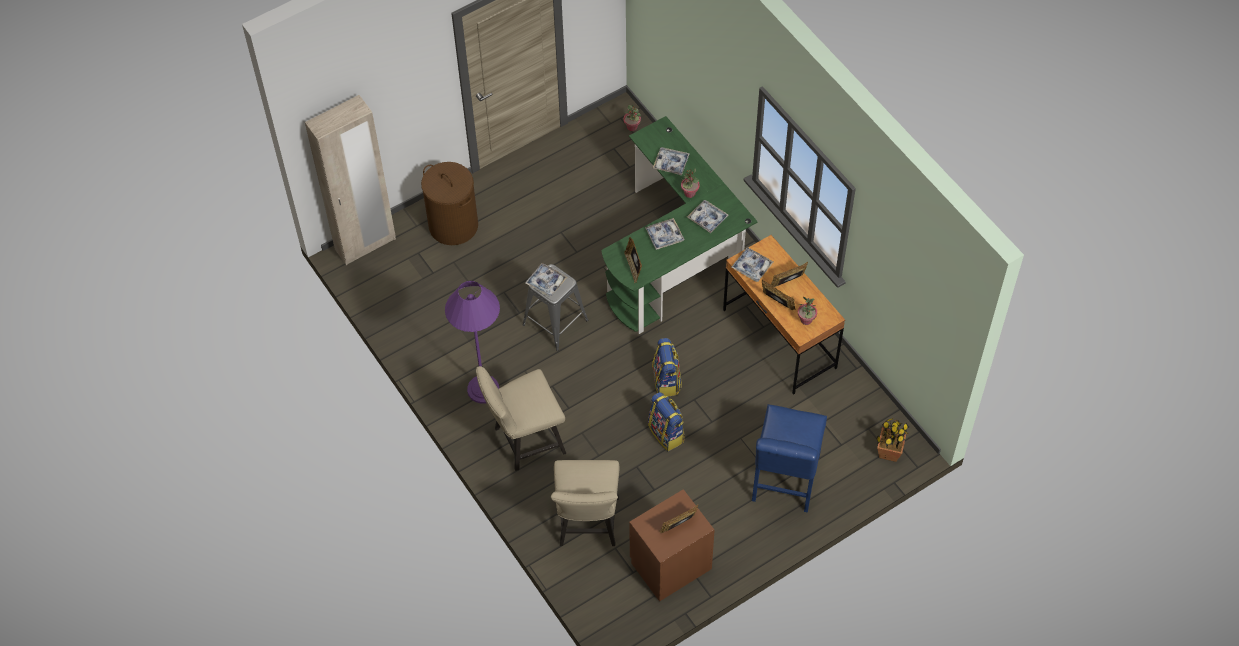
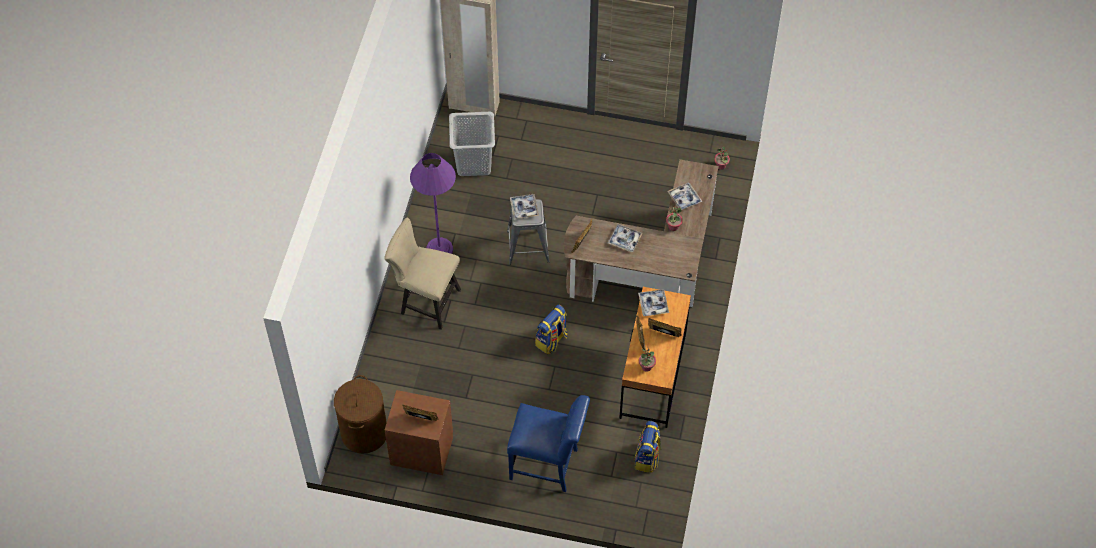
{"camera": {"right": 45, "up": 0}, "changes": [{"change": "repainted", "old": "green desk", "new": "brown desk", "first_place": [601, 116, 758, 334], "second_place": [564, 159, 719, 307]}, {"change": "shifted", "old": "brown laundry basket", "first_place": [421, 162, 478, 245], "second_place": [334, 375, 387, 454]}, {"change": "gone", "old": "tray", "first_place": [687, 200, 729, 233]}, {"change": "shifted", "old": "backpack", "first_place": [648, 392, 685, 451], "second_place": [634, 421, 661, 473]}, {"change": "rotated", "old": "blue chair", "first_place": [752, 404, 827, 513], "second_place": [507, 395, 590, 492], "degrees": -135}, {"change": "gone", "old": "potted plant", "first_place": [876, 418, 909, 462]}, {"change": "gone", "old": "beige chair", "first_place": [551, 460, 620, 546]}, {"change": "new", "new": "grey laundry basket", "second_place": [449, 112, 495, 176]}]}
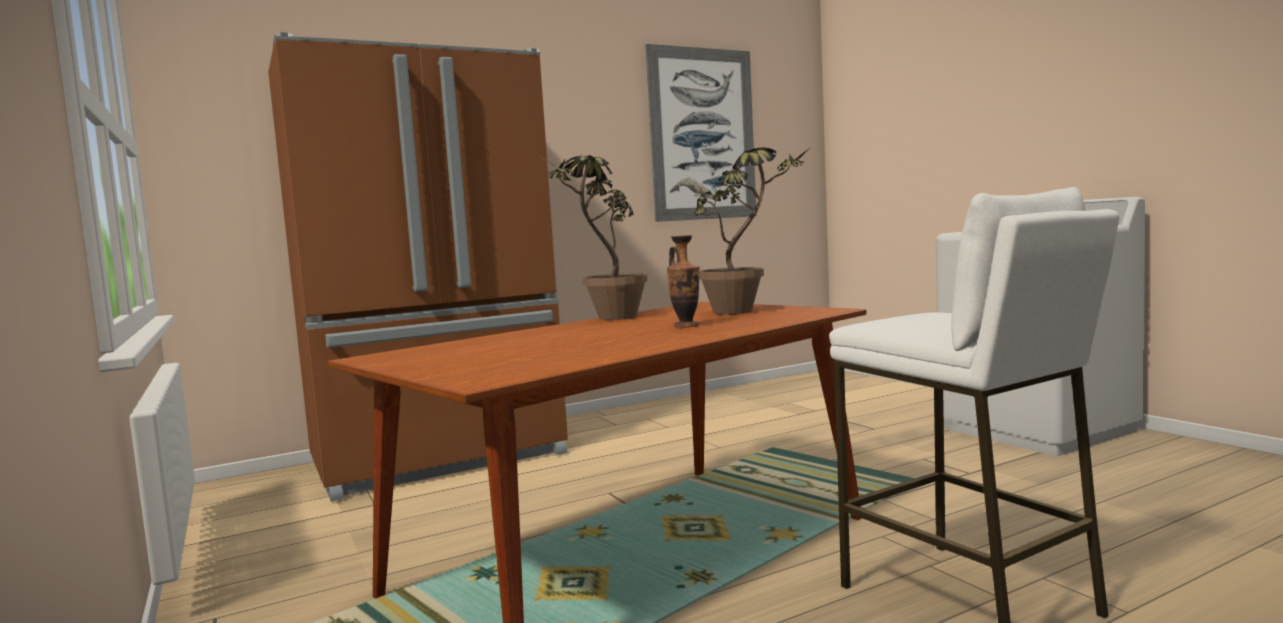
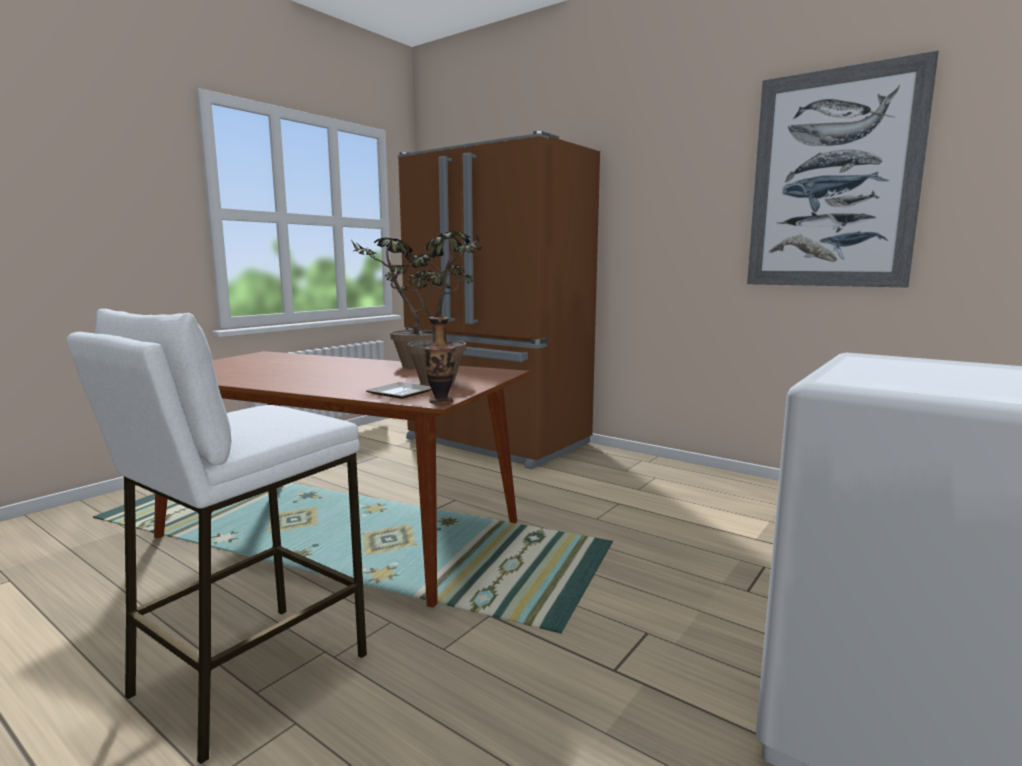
{"camera": {"right": 65, "up": 5}, "changes": [{"change": "shifted", "old": "vase", "first_place": [667, 235, 700, 328], "second_place": [424, 317, 456, 405]}, {"change": "new", "new": "plate", "second_place": [365, 382, 432, 399]}]}
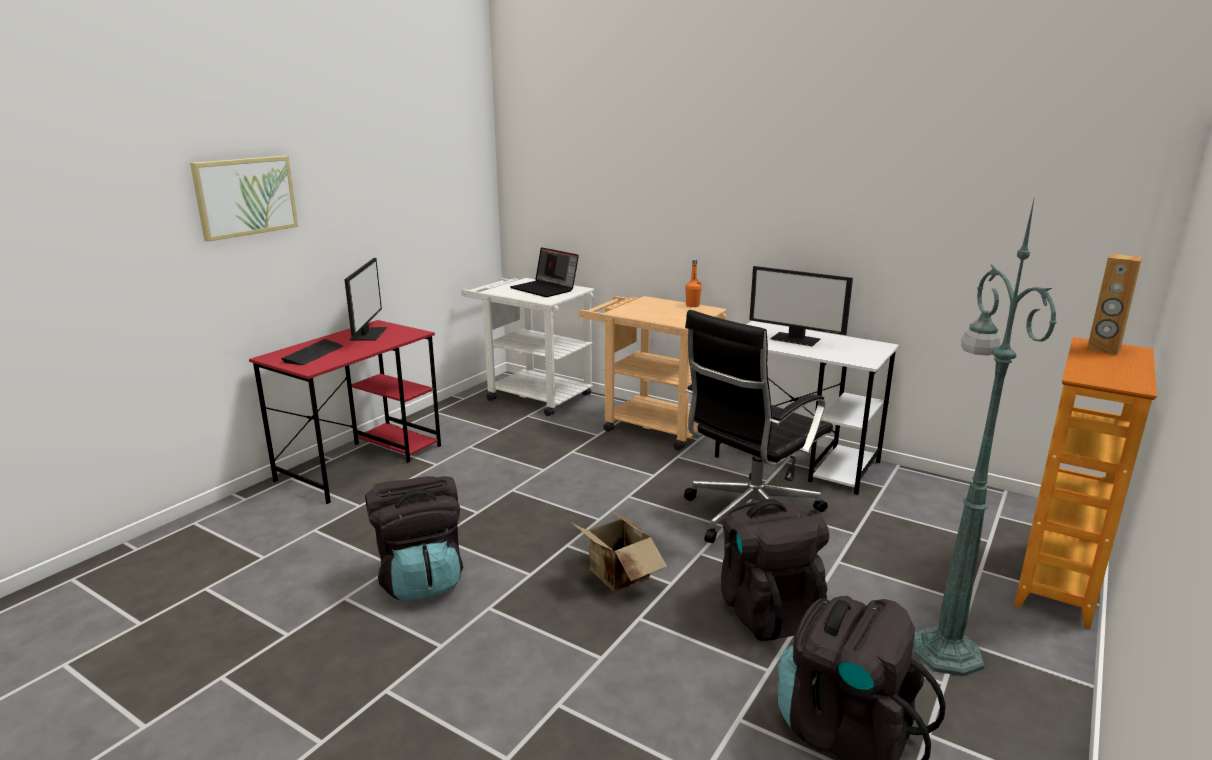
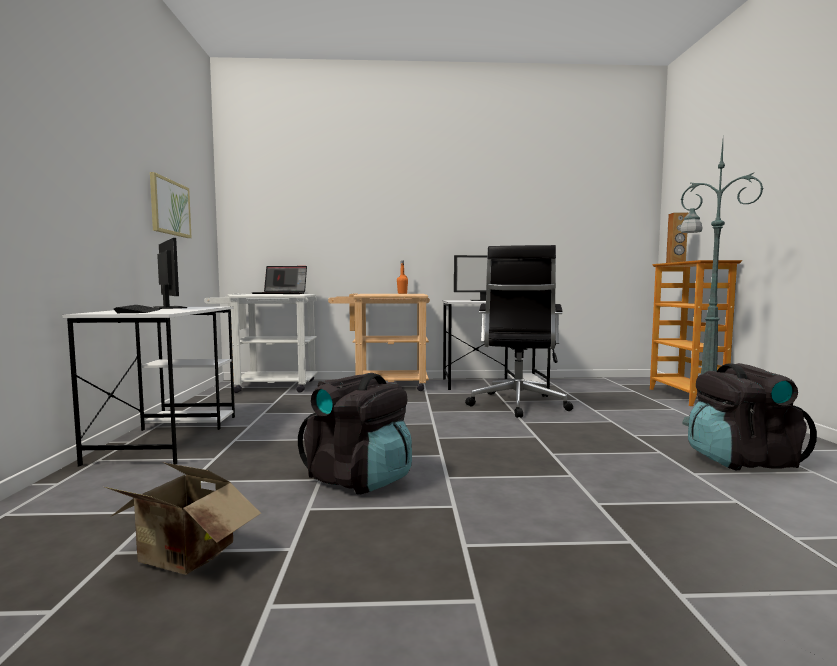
{"camera": {"right": -35, "up": -15}, "changes": [{"change": "shifted", "old": "picture", "first_place": [190, 156, 298, 242], "second_place": [150, 172, 191, 238]}, {"change": "repainted", "old": "red desk", "new": "white desk", "first_place": [249, 320, 441, 504], "second_place": [62, 306, 235, 466]}, {"change": "gone", "old": "black backpack", "first_place": [721, 499, 829, 641]}, {"change": "shifted", "old": "cardboard box", "first_place": [572, 509, 667, 591], "second_place": [105, 462, 261, 575]}]}
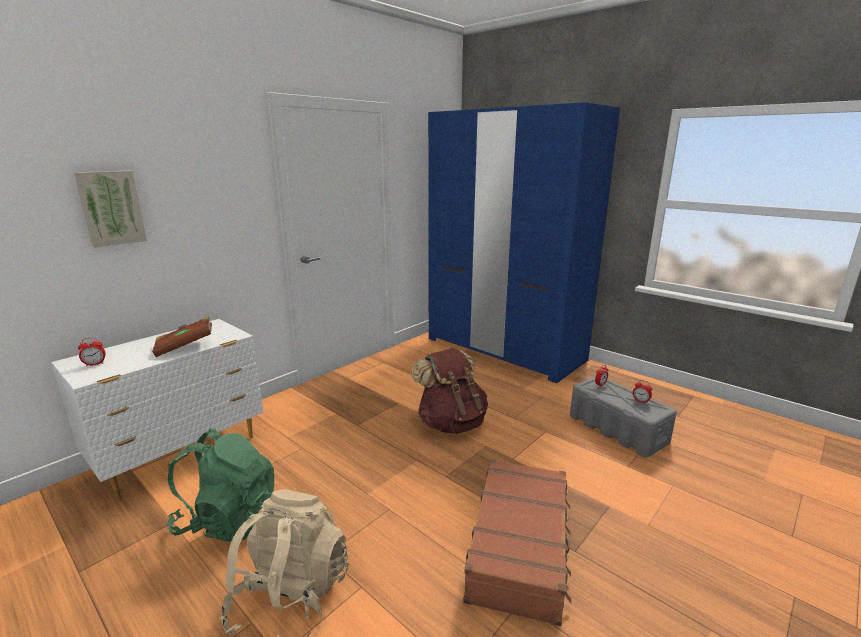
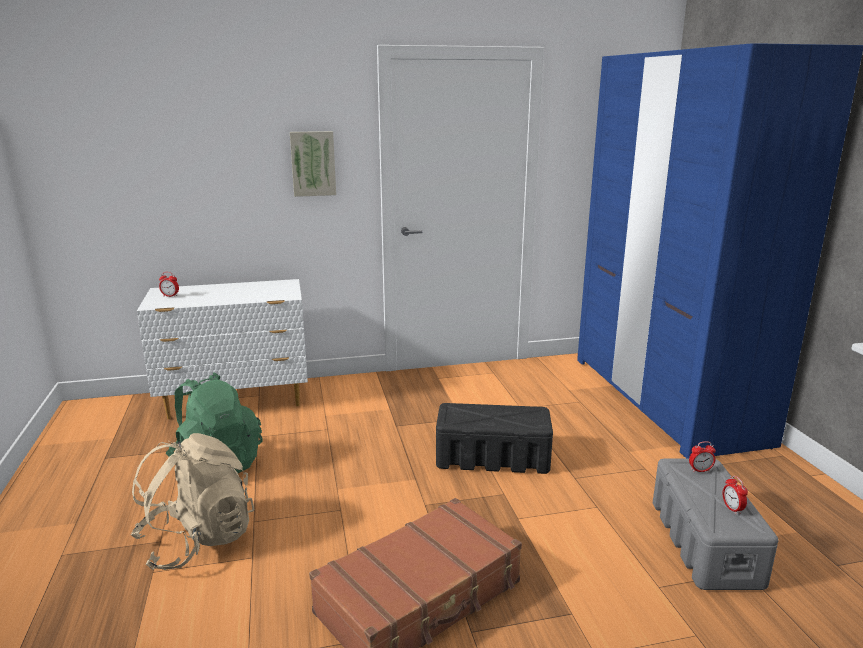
{"camera": {"right": 35, "up": 0}, "changes": [{"change": "shifted", "old": "picture", "first_place": [74, 171, 147, 248], "second_place": [290, 131, 336, 197]}, {"change": "gone", "old": "brown book", "first_place": [152, 316, 212, 357]}, {"change": "swapped", "old": "brown backpack", "new": "black storage box", "first_place": [411, 348, 488, 434], "second_place": [436, 403, 553, 474]}]}
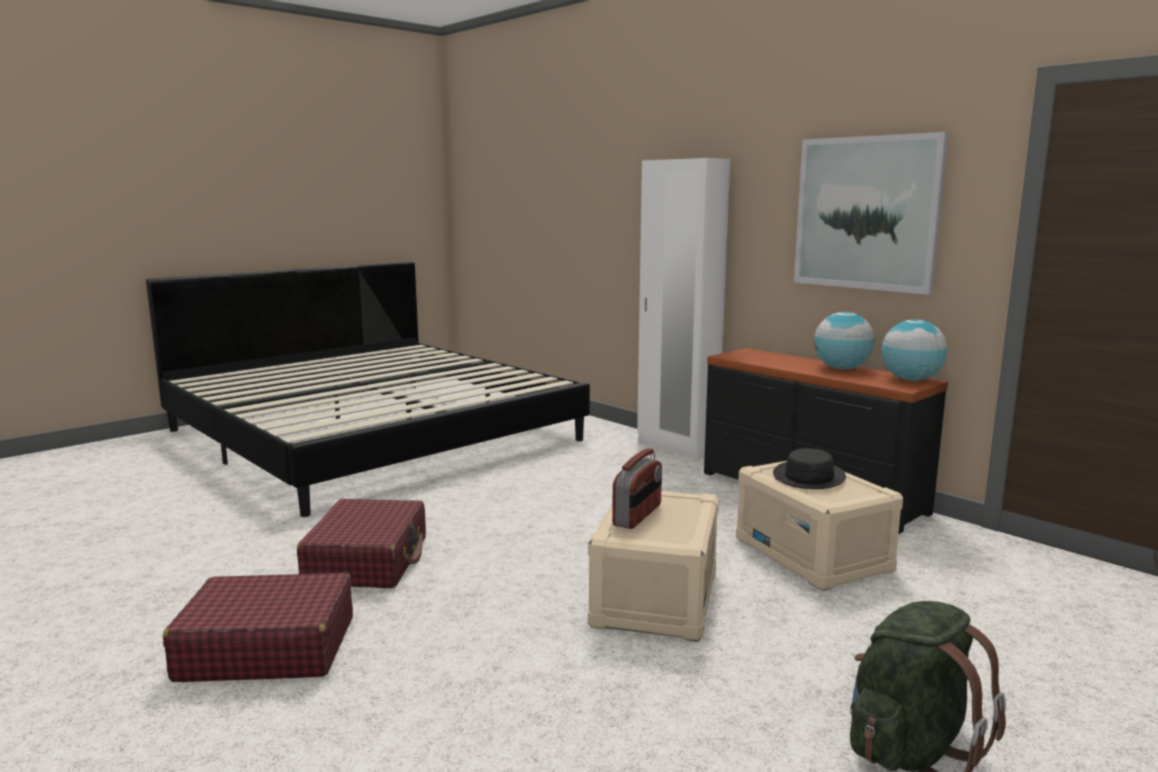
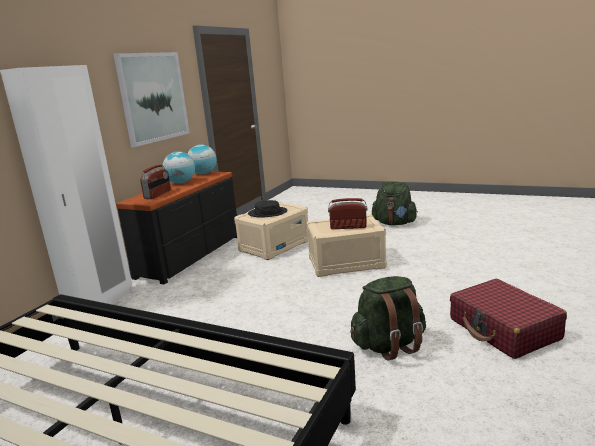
{"camera": {"right": -110, "up": 5}, "changes": [{"change": "swapped", "old": "red suitcase", "new": "green backpack", "first_place": [297, 499, 426, 588], "second_place": [350, 276, 426, 361]}, {"change": "new", "new": "radio", "second_place": [140, 165, 171, 199]}]}
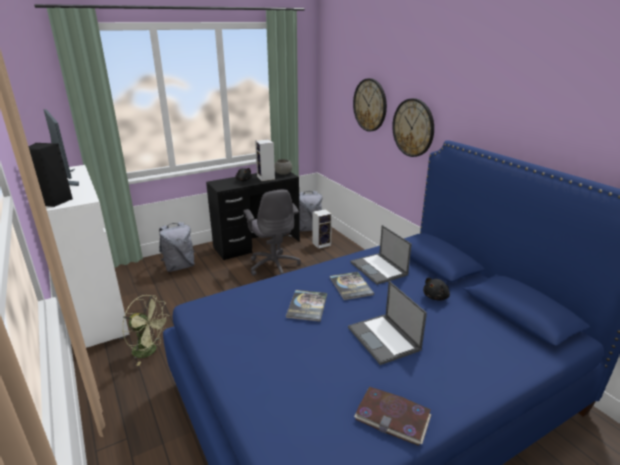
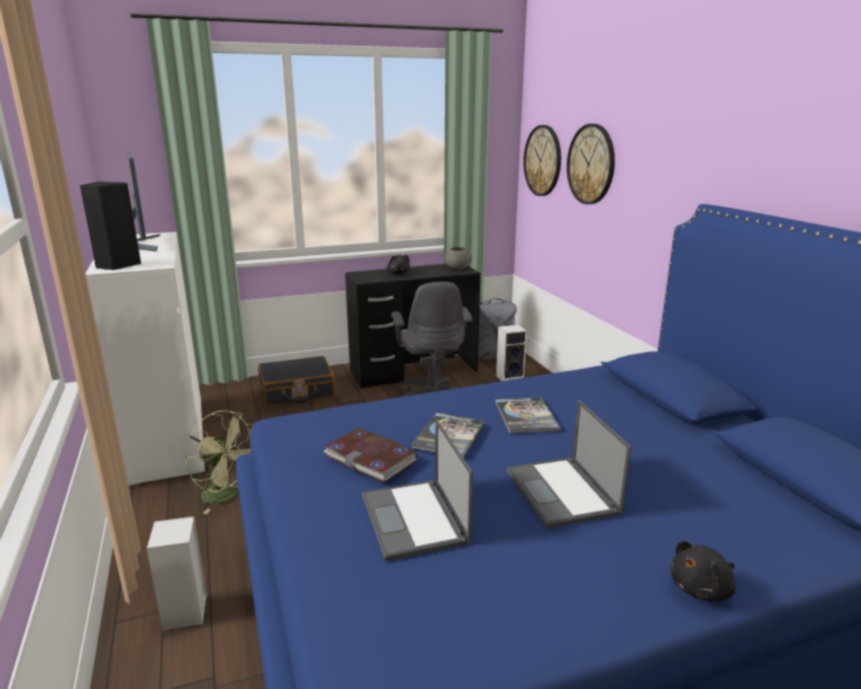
{"camera": {"right": 10, "up": -5}, "changes": [{"change": "shifted", "old": "wall clock", "first_place": [392, 98, 434, 157], "second_place": [523, 125, 561, 196]}, {"change": "shifted", "old": "speaker", "first_place": [255, 139, 275, 181], "second_place": [147, 516, 207, 631]}, {"change": "swapped", "old": "grey backpack", "new": "black suitcase", "first_place": [159, 222, 195, 272], "second_place": [258, 356, 335, 406]}, {"change": "shifted", "old": "laptop", "first_place": [351, 225, 412, 285], "second_place": [362, 419, 473, 561]}, {"change": "shifted", "old": "black plush toy", "first_place": [423, 277, 450, 300], "second_place": [670, 541, 736, 602]}, {"change": "shifted", "old": "book", "first_place": [354, 387, 431, 446], "second_place": [324, 428, 417, 482]}]}
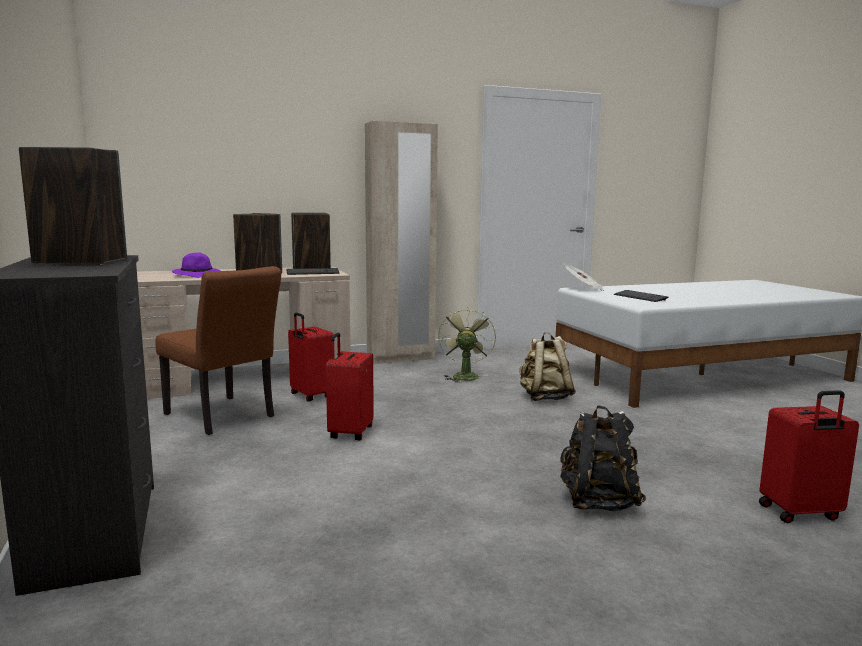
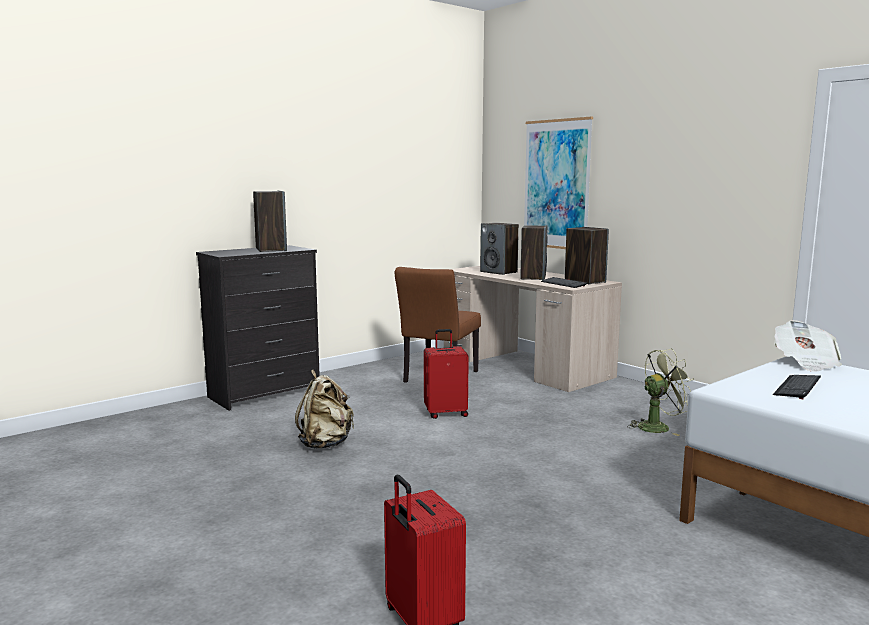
{"camera": {"right": 70, "up": 0}, "changes": [{"change": "gone", "old": "beige wardrobe", "first_place": [365, 121, 438, 364]}, {"change": "swapped", "old": "purple hat", "new": "speaker", "first_place": [172, 252, 221, 278], "second_place": [480, 223, 519, 275]}, {"change": "gone", "old": "red suitcase", "first_place": [288, 312, 334, 402]}, {"change": "shifted", "old": "beige backpack", "first_place": [519, 332, 576, 401], "second_place": [295, 369, 354, 449]}, {"change": "gone", "old": "black backpack", "first_place": [560, 405, 646, 511]}, {"change": "new", "new": "picture", "second_place": [524, 117, 593, 249]}]}
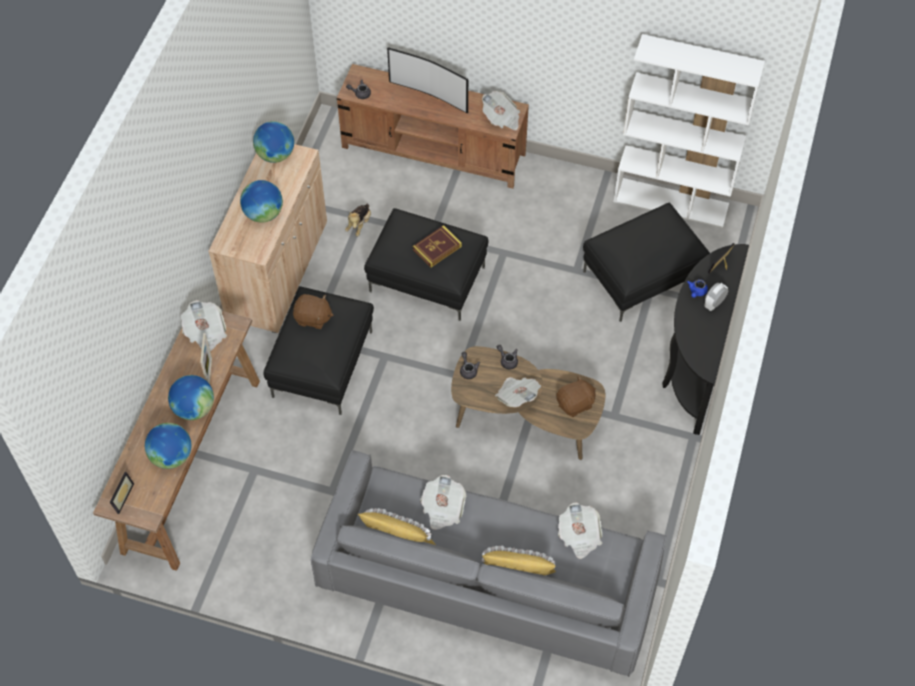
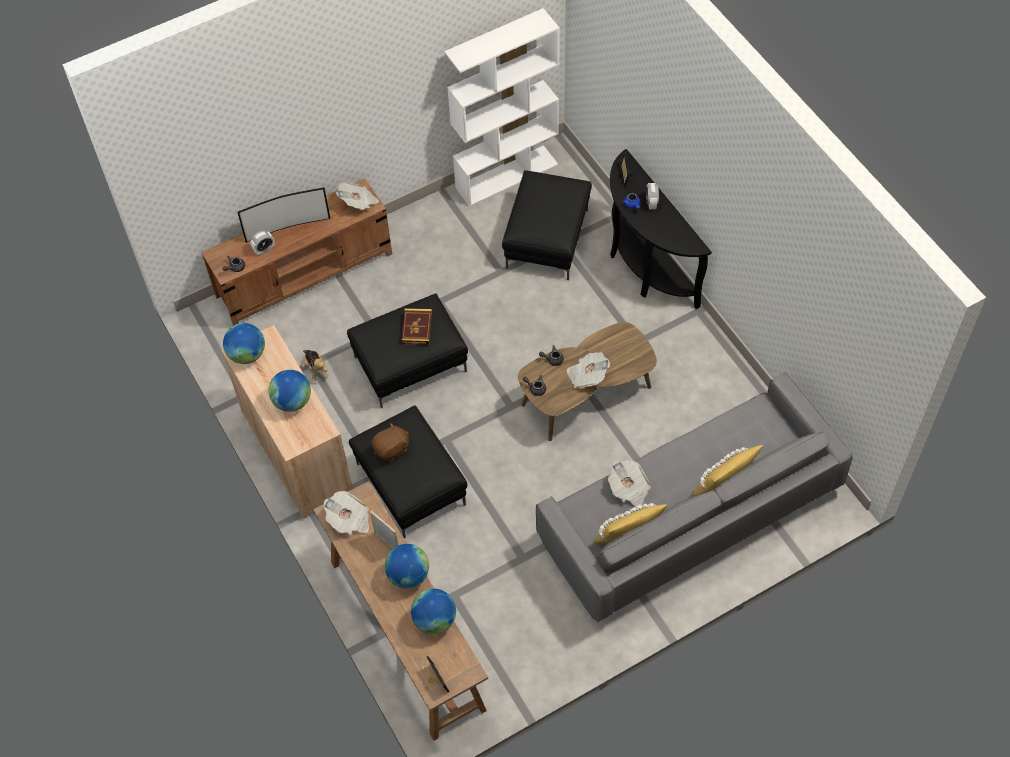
{"camera": {"right": -45, "up": 0}, "changes": [{"change": "gone", "old": "brown plush toy", "first_place": [557, 376, 596, 417]}, {"change": "gone", "old": "newspaper", "first_place": [558, 502, 602, 559]}, {"change": "new", "new": "alarm clock", "second_place": [250, 231, 274, 255]}]}
